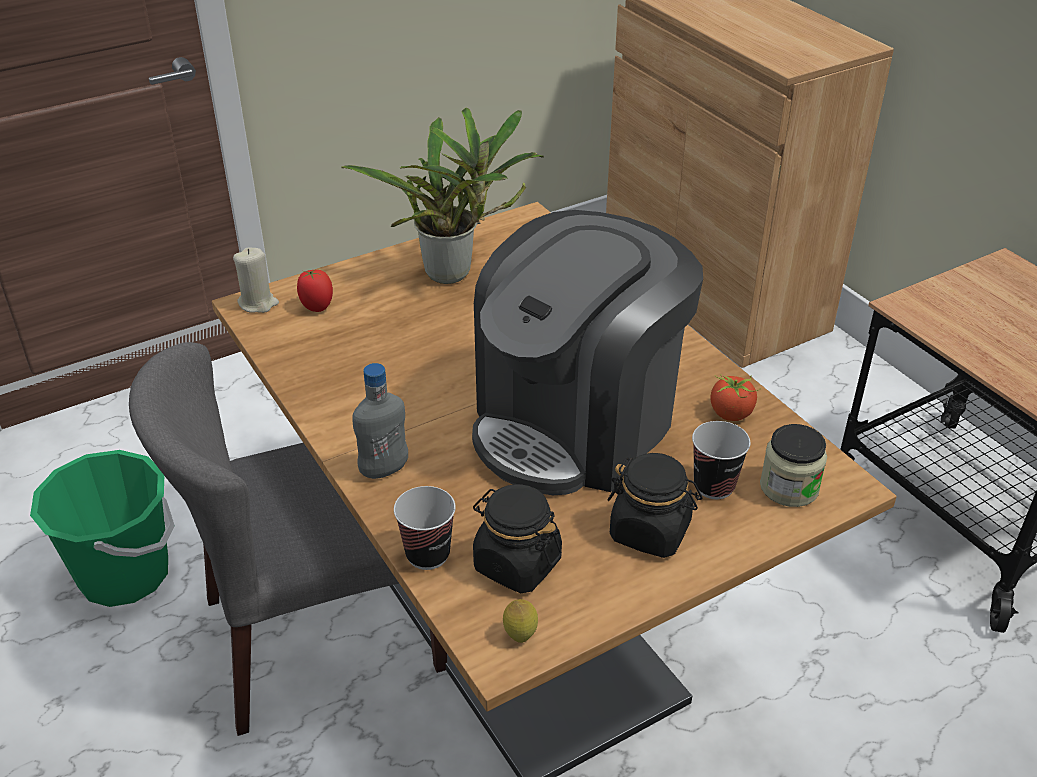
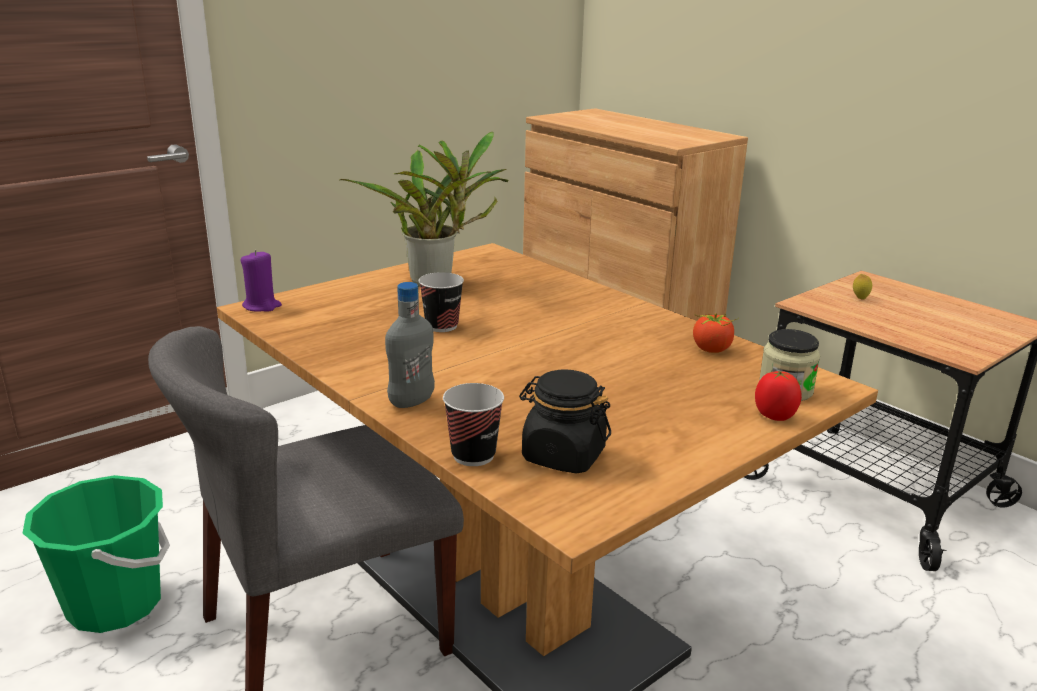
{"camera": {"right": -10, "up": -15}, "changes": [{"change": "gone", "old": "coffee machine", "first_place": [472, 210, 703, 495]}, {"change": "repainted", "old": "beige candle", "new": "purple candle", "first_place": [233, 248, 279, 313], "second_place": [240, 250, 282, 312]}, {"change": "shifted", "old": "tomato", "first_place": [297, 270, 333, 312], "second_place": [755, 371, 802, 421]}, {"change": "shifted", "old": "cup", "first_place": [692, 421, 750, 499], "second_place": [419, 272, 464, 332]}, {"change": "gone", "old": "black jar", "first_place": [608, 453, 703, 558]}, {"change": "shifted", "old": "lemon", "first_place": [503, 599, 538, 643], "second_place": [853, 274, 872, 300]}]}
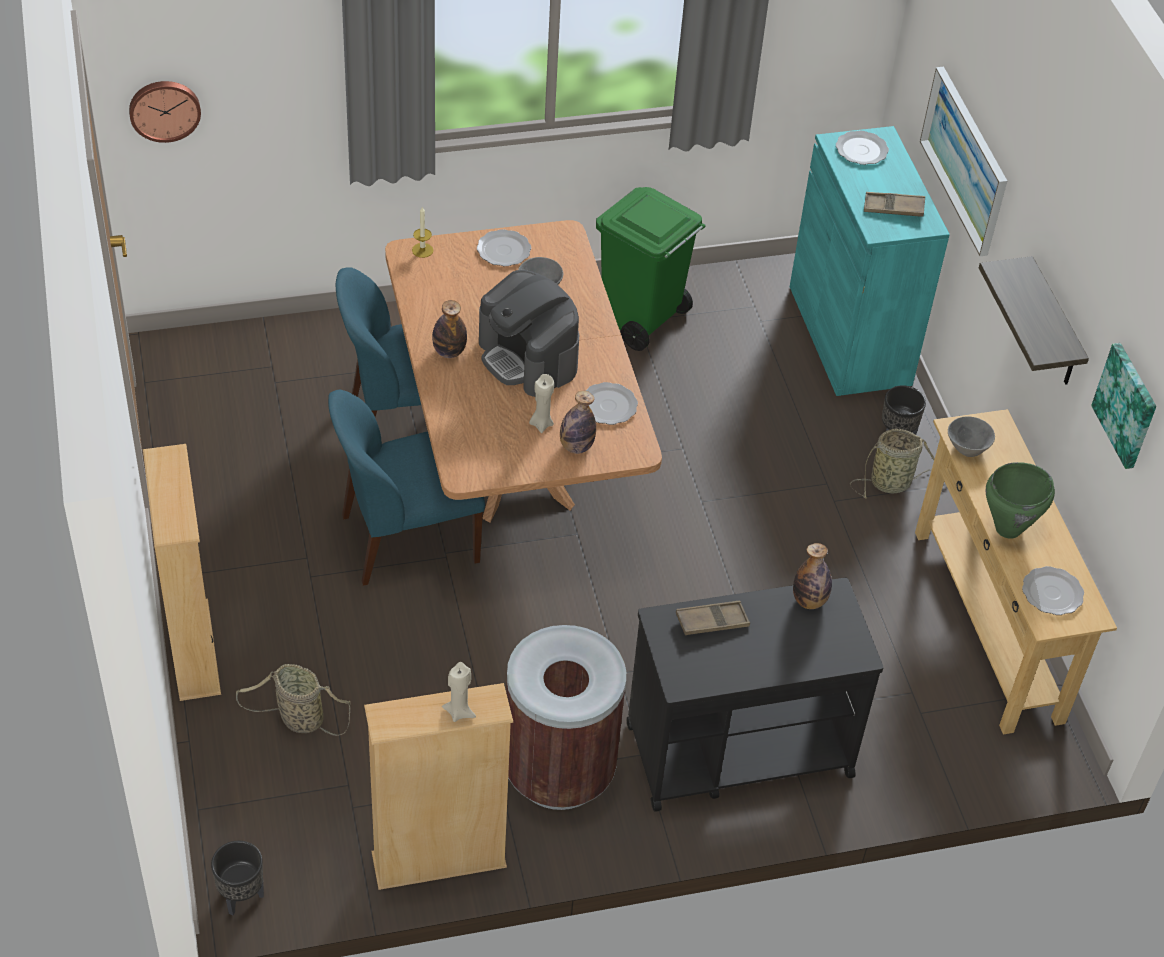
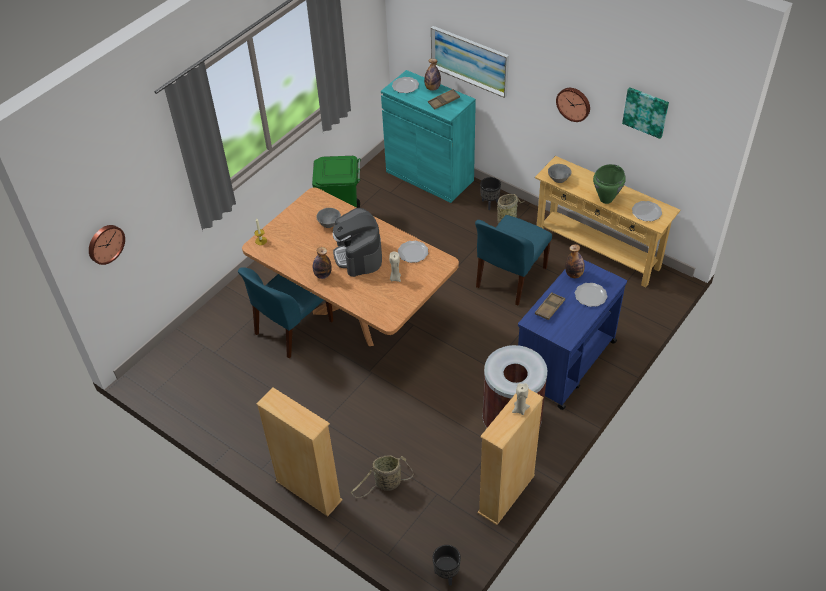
{"camera": {"right": -35, "up": 0}, "changes": [{"change": "shifted", "old": "plate", "first_place": [477, 229, 531, 266], "second_place": [575, 283, 607, 307]}, {"change": "swapped", "old": "shelf", "new": "wall clock", "first_place": [979, 256, 1089, 385], "second_place": [556, 88, 590, 122]}, {"change": "rotated", "old": "coffee machine", "first_place": [479, 270, 579, 397], "second_place": [333, 208, 382, 277], "degrees": 60}, {"change": "shifted", "old": "blue chair", "first_place": [328, 390, 485, 586], "second_place": [475, 215, 552, 306]}, {"change": "shifted", "old": "bottle", "first_place": [560, 391, 596, 454], "second_place": [424, 59, 441, 91]}, {"change": "repainted", "old": "black cart", "new": "blue cart", "first_place": [627, 578, 884, 812], "second_place": [518, 259, 627, 410]}]}
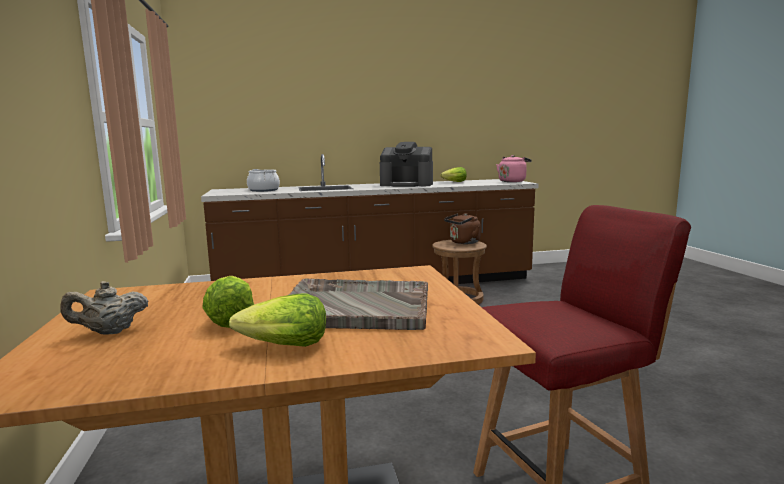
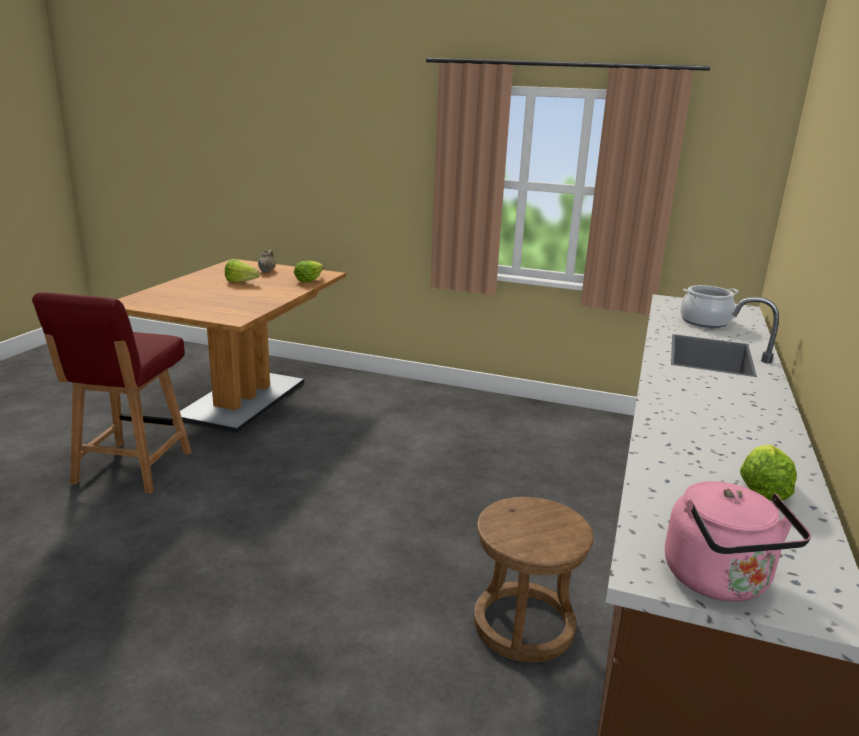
{"camera": {"right": 120, "up": 10}, "changes": [{"change": "gone", "old": "coffee machine", "first_place": [380, 142, 433, 187]}, {"change": "gone", "old": "brown kettle", "first_place": [444, 213, 481, 244]}, {"change": "gone", "old": "grey tray", "first_place": [289, 278, 428, 330]}, {"change": "shifted", "old": "lettuce", "first_place": [229, 293, 326, 347], "second_place": [294, 261, 324, 283]}]}
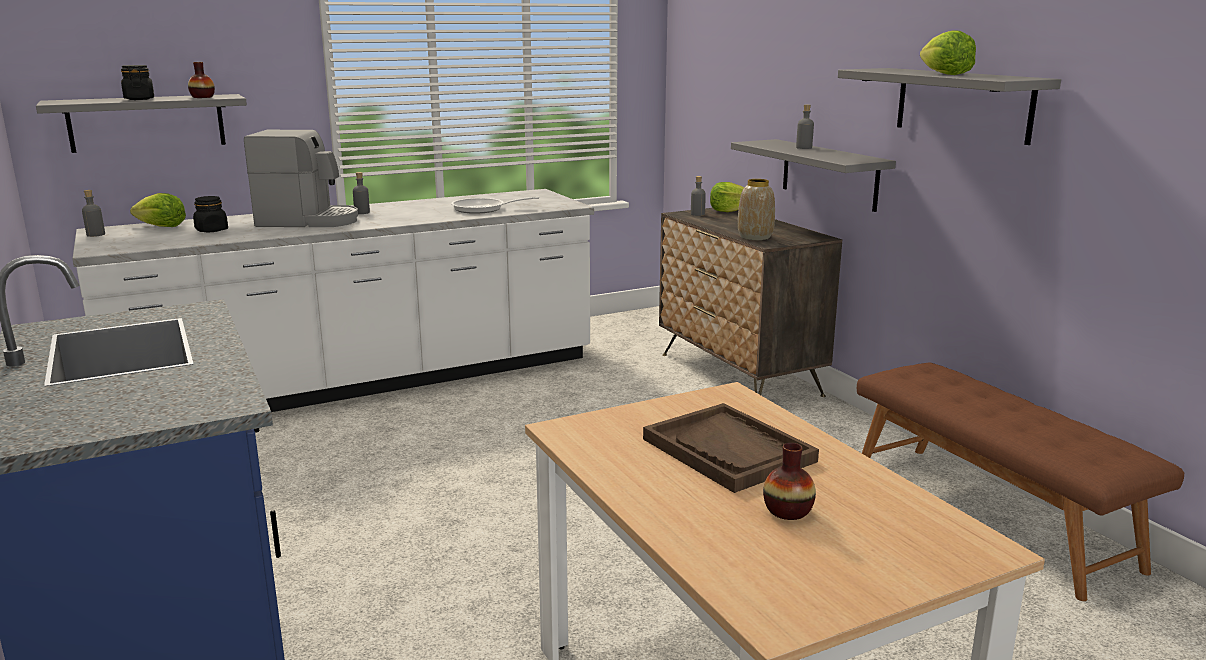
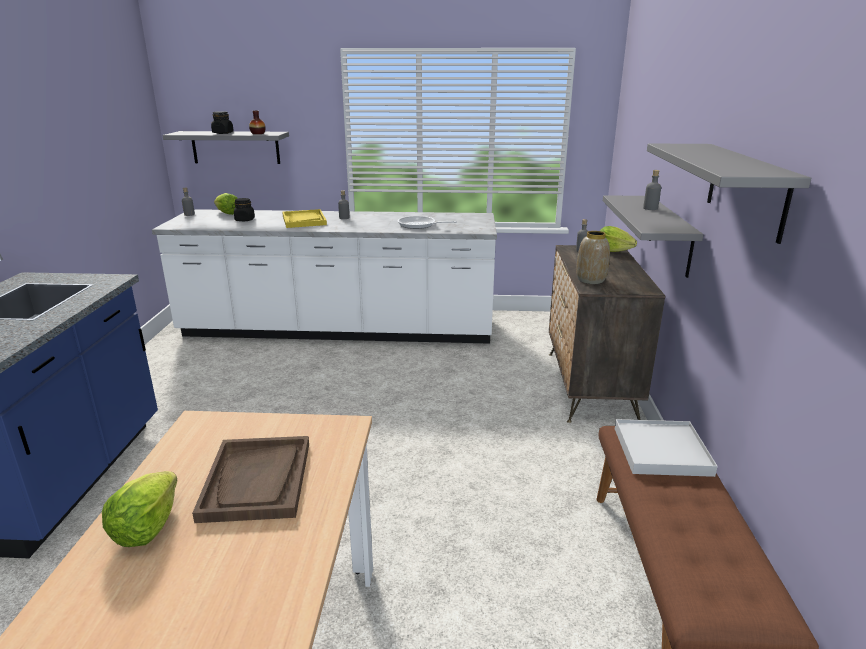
{"camera": {"right": 30, "up": 5}, "changes": [{"change": "shifted", "old": "lettuce", "first_place": [920, 31, 976, 75], "second_place": [102, 471, 177, 547]}, {"change": "swapped", "old": "coffee machine", "new": "yellow tray", "first_place": [244, 130, 358, 227], "second_place": [282, 209, 327, 228]}, {"change": "gone", "old": "vase", "first_place": [763, 443, 816, 520]}, {"change": "new", "new": "white tray", "second_place": [615, 419, 718, 477]}]}
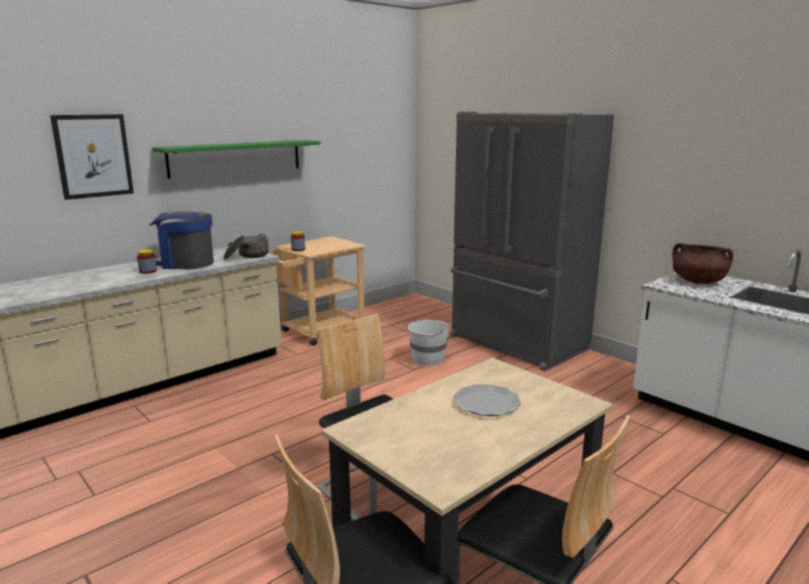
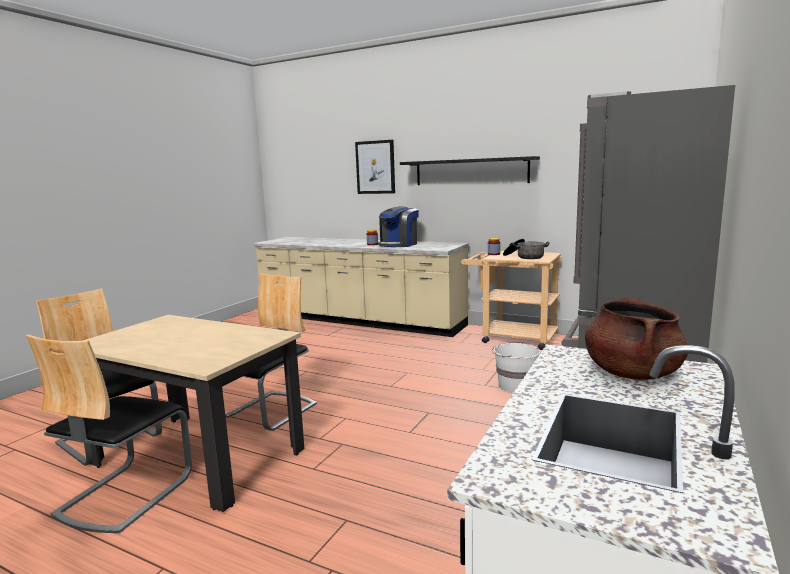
{"camera": {"right": 70, "up": -5}, "changes": [{"change": "repainted", "old": "green shelf", "new": "black shelf", "first_place": [152, 140, 320, 179], "second_place": [400, 156, 540, 185]}, {"change": "rotated", "old": "coffee machine", "first_place": [150, 211, 214, 269], "second_place": [378, 206, 419, 247], "degrees": -135}, {"change": "shifted", "old": "cooking pot", "first_place": [223, 234, 269, 260], "second_place": [503, 239, 549, 259]}, {"change": "gone", "old": "plate", "first_place": [454, 384, 521, 416]}]}
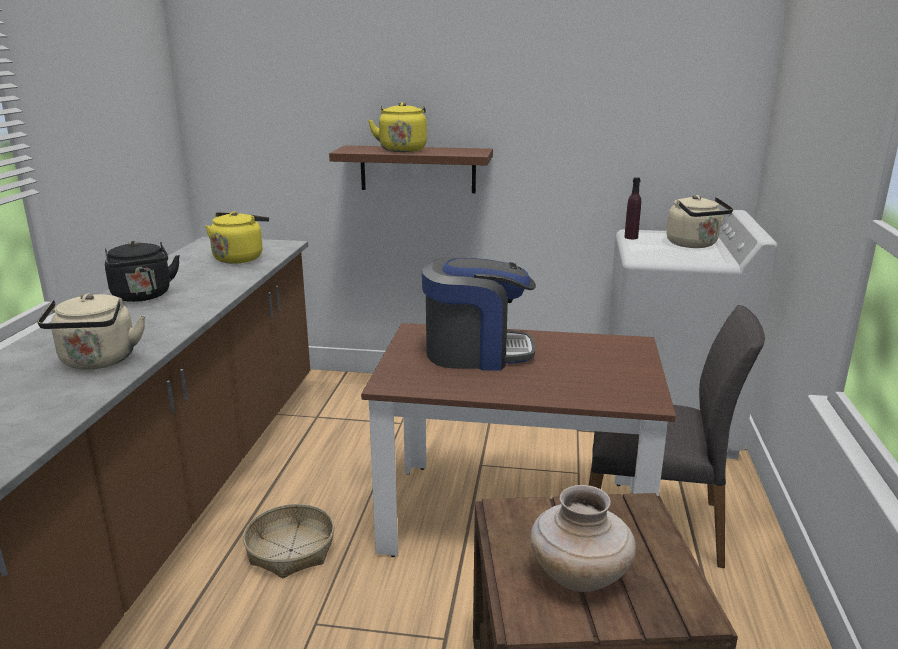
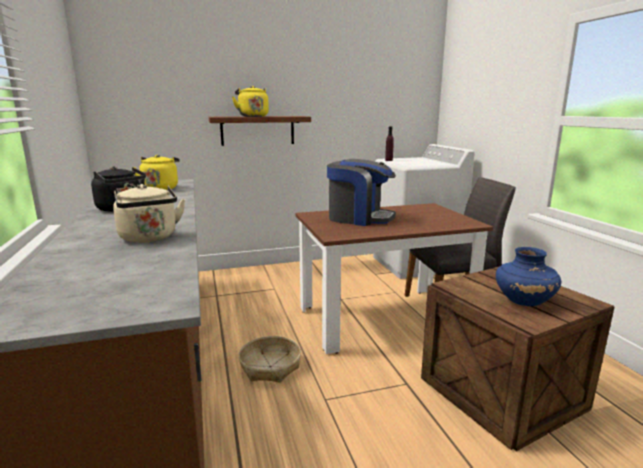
{"camera": {"right": -25, "up": -5}, "changes": [{"change": "gone", "old": "beige kettle", "first_place": [666, 195, 733, 248]}, {"change": "rotated", "old": "coffee machine", "first_place": [422, 257, 536, 371], "second_place": [327, 159, 396, 226], "degrees": 45}, {"change": "repainted", "old": "beige vase", "new": "blue vase", "first_place": [530, 485, 636, 592], "second_place": [496, 247, 561, 306]}]}
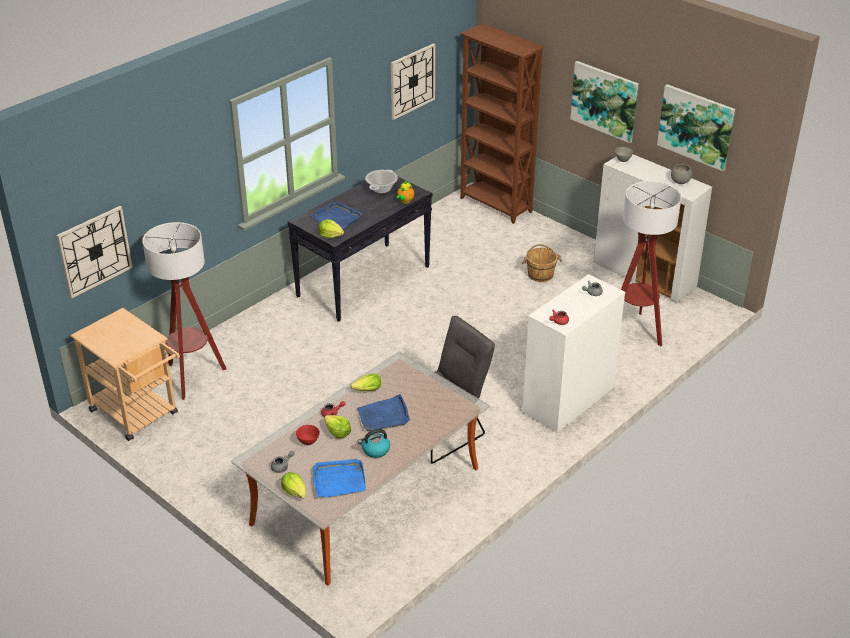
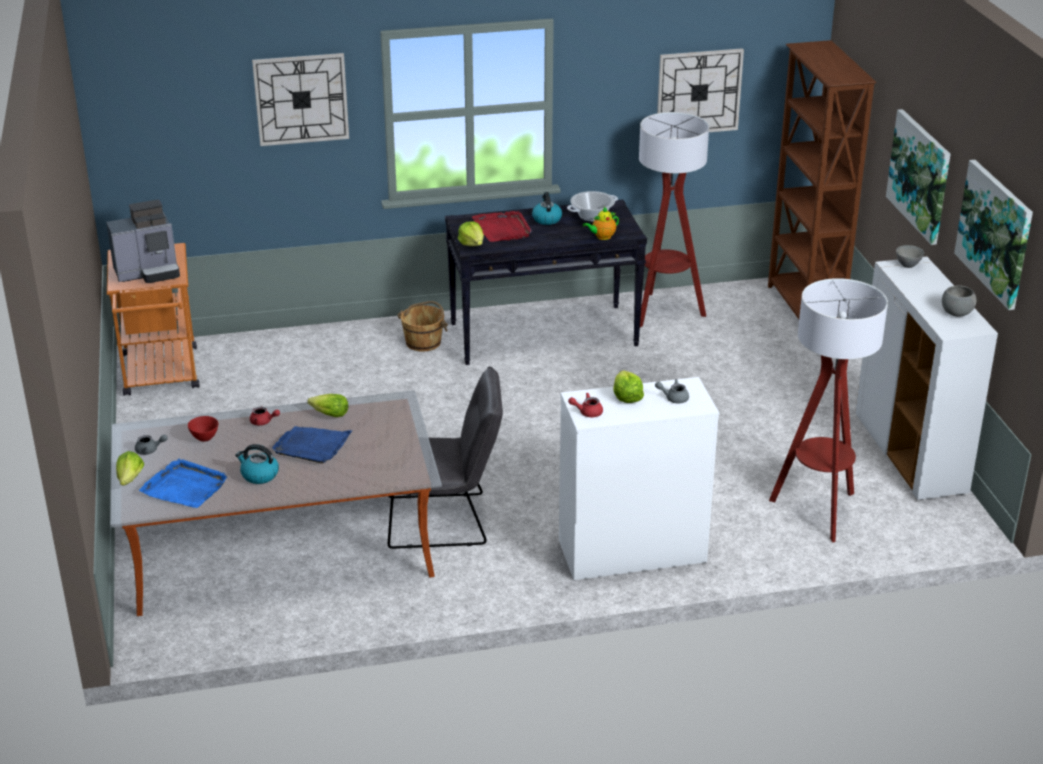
{"camera": {"right": 35, "up": -5}, "changes": [{"change": "repainted", "old": "blue tray", "new": "red tray", "first_place": [311, 201, 362, 229], "second_place": [472, 211, 532, 242]}, {"change": "shifted", "old": "wall clock", "first_place": [57, 206, 133, 298], "second_place": [252, 53, 349, 146]}, {"change": "shifted", "old": "floor lamp", "first_place": [142, 222, 226, 400], "second_place": [639, 112, 709, 327]}, {"change": "shifted", "old": "brown bucket", "first_place": [522, 244, 562, 282], "second_place": [398, 301, 448, 352]}, {"change": "repainted", "old": "beige cart", "new": "orange cart", "first_place": [70, 308, 180, 441], "second_place": [107, 243, 200, 396]}, {"change": "shifted", "old": "lettuce", "first_place": [324, 415, 351, 438], "second_place": [613, 370, 644, 403]}, {"change": "new", "new": "kettle", "second_place": [532, 192, 562, 225]}, {"change": "new", "new": "coffee machine", "second_place": [106, 199, 180, 283]}]}
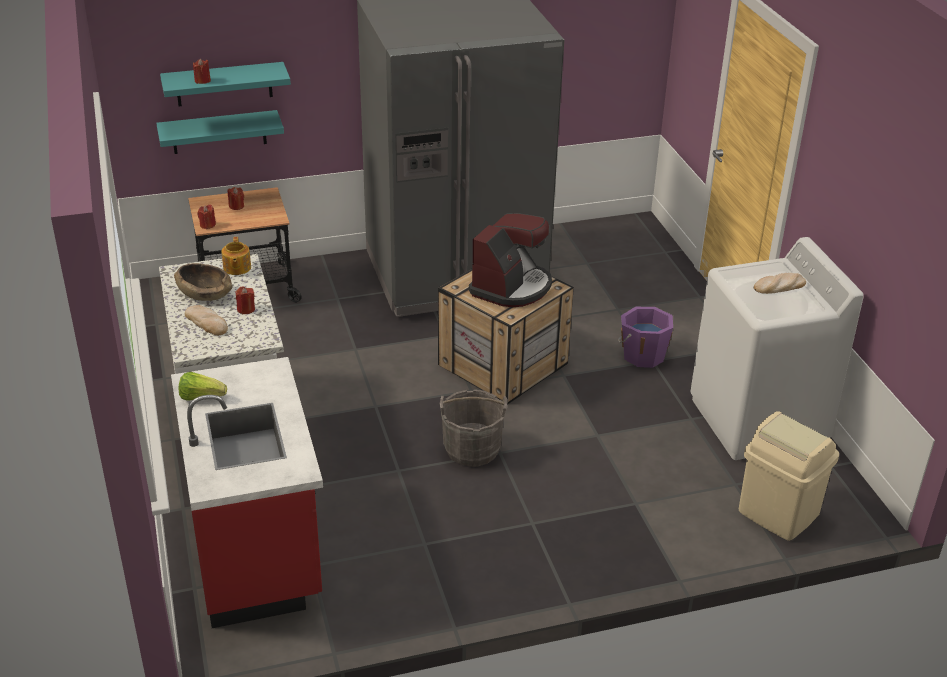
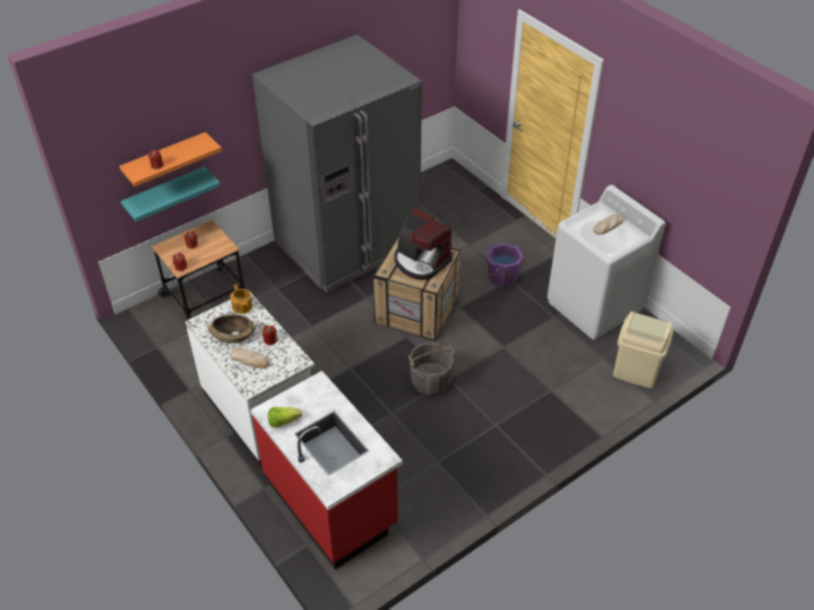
{"camera": {"right": -20, "up": 10}, "changes": [{"change": "repainted", "old": "turquoise shelf", "new": "orange shelf", "first_place": [160, 62, 291, 106], "second_place": [119, 132, 222, 187]}, {"change": "rotated", "old": "coffee machine", "first_place": [469, 213, 552, 307], "second_place": [394, 208, 452, 280], "degrees": 120}]}
